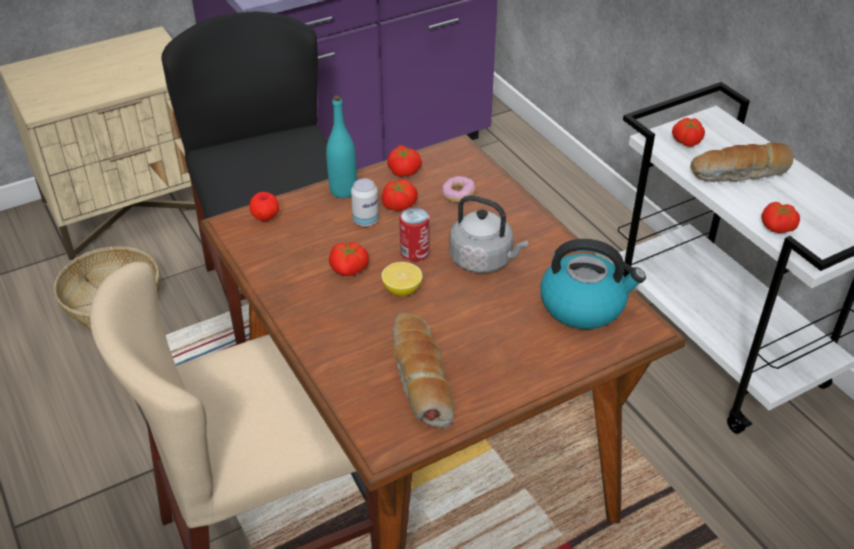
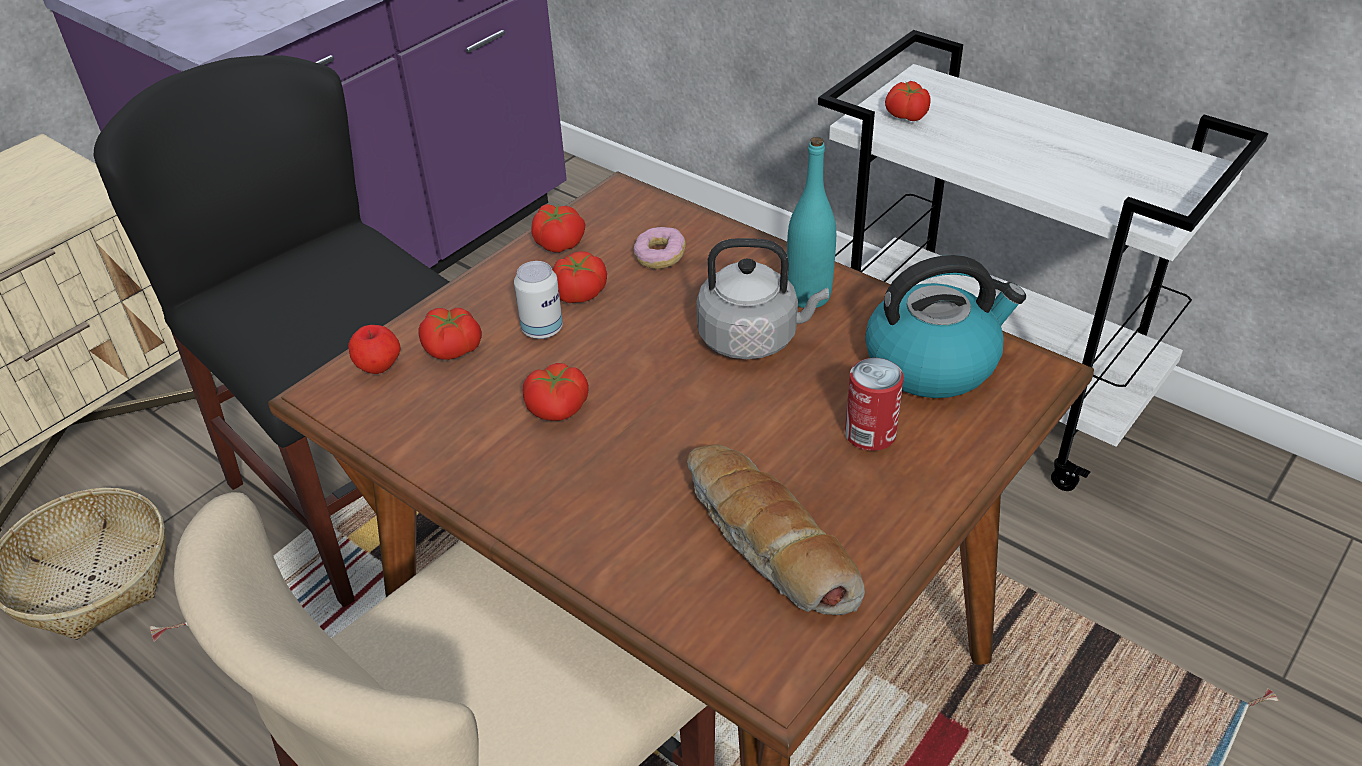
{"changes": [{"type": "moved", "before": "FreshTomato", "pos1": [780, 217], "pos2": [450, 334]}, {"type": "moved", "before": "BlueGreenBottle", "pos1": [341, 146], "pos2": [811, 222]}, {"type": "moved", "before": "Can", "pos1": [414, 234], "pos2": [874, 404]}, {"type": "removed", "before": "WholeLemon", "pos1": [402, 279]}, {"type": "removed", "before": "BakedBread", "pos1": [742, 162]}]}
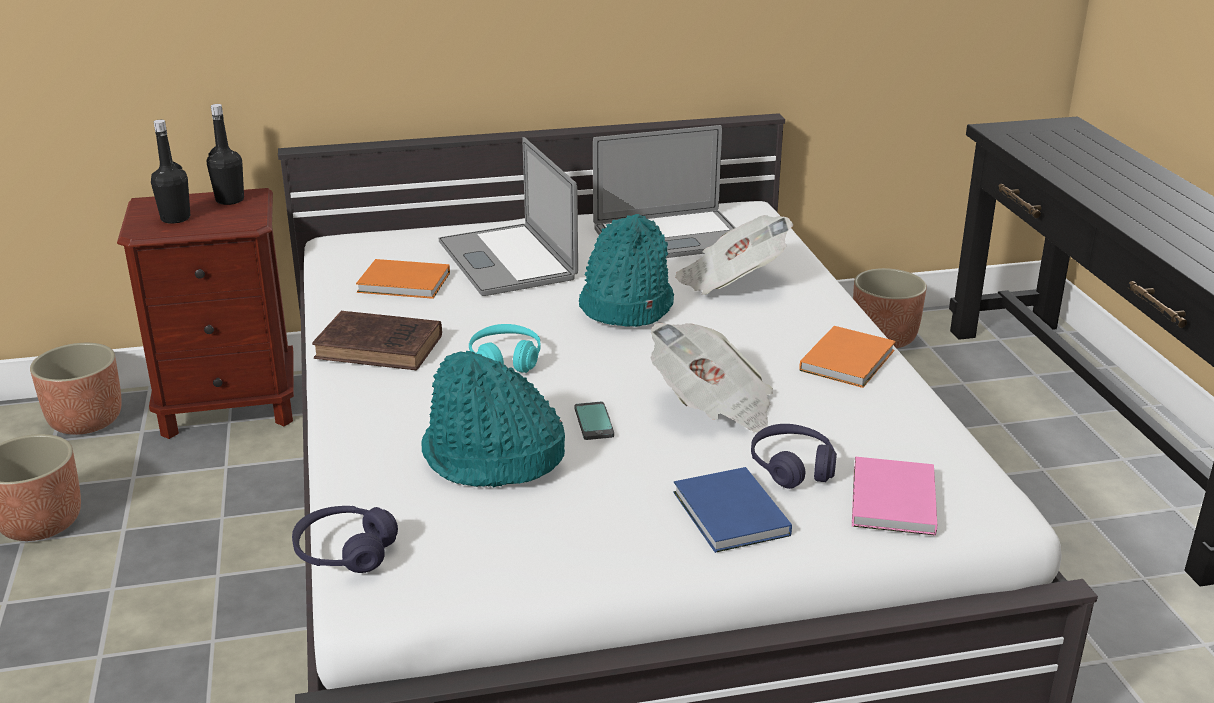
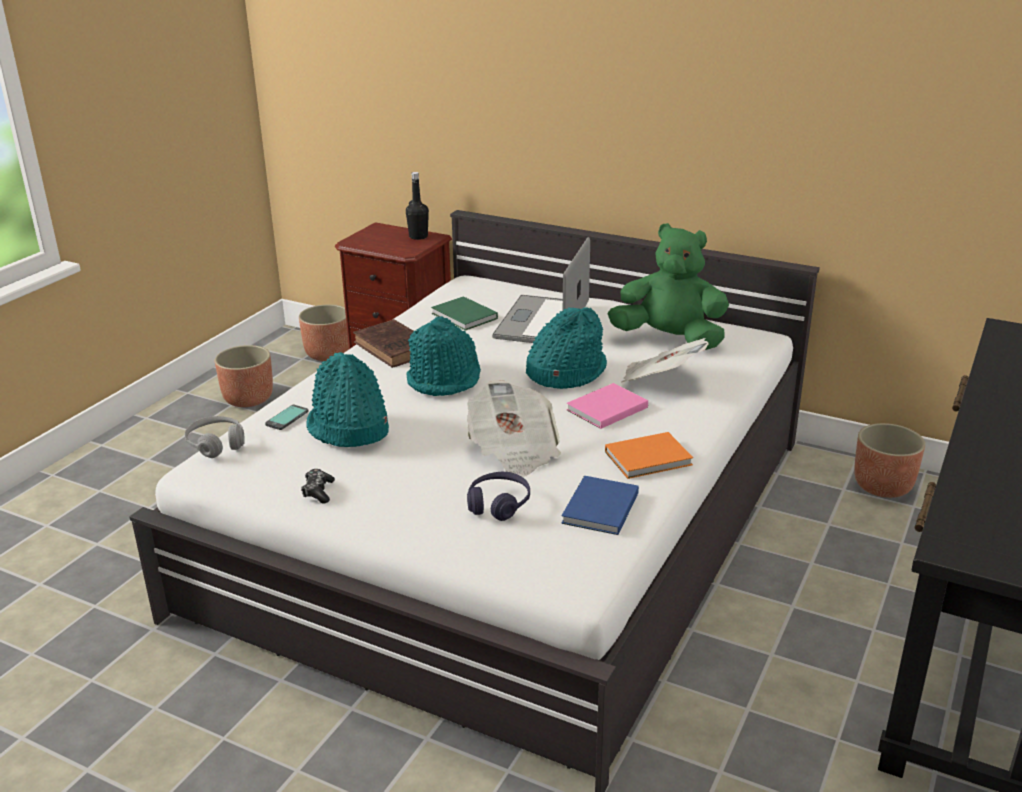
{"changes": [{"type": "recoloured", "before": "PurplishPairOfHeadphones", "after": "GreyPairOfHeadphones", "pos1": [345, 539], "pos2": [215, 437]}, {"type": "moved", "before": "Telephone", "pos1": [594, 421], "pos2": [287, 417]}, {"type": "added", "after": "Gamepad", "pos2": [318, 486]}, {"type": "replaced", "before": "BlueGreenPairOfHeadphones", "after": "BlueGreenWearableHat", "pos1": [504, 348], "pos2": [443, 356]}, {"type": "recoloured", "before": "OrangeVolume", "after": "GreenColouredVolume", "pos1": [403, 279], "pos2": [464, 313]}, {"type": "moved", "before": "BlueColouredVolume", "pos1": [732, 510], "pos2": [600, 505]}, {"type": "moved", "before": "PinkVolume", "pos1": [894, 496], "pos2": [607, 406]}, {"type": "replaced", "before": "Laptop", "after": "GreenColouredPlushToy", "pos1": [664, 191], "pos2": [668, 286]}, {"type": "removed", "before": "BlackBottle", "pos1": [170, 172]}]}
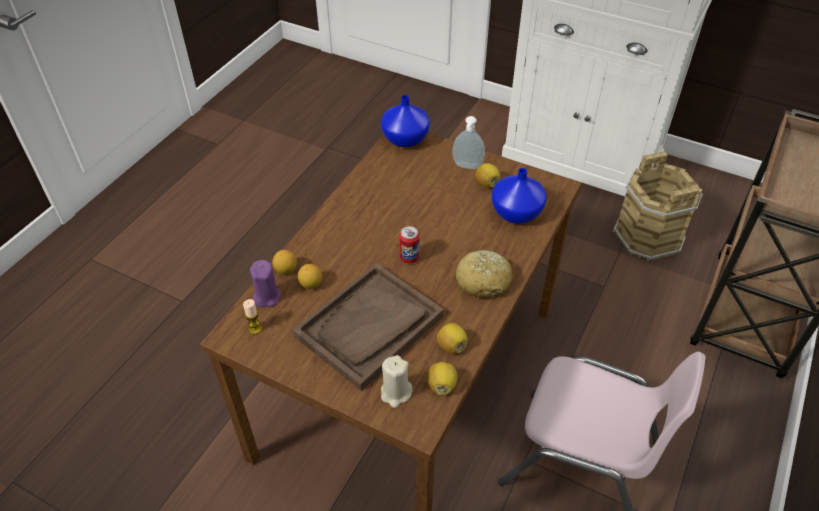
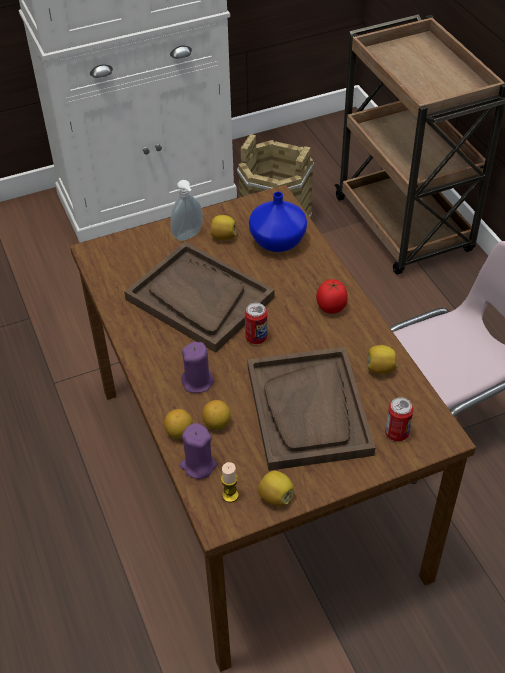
{"changes": [{"type": "added", "after": "BrownColouredTray", "pos2": [199, 297]}, {"type": "added", "after": "PurplishWaxCandle", "pos2": [197, 367]}, {"type": "moved", "before": "WholeLemon", "pos1": [442, 378], "pos2": [276, 488]}, {"type": "replaced", "before": "BakedBread", "after": "FreshTomato", "pos1": [484, 274], "pos2": [332, 296]}, {"type": "replaced", "before": "SandColouredWaxCandle", "after": "Can", "pos1": [396, 381], "pos2": [399, 419]}, {"type": "removed", "before": "BlueColouredFlowerVase", "pos1": [405, 121]}]}
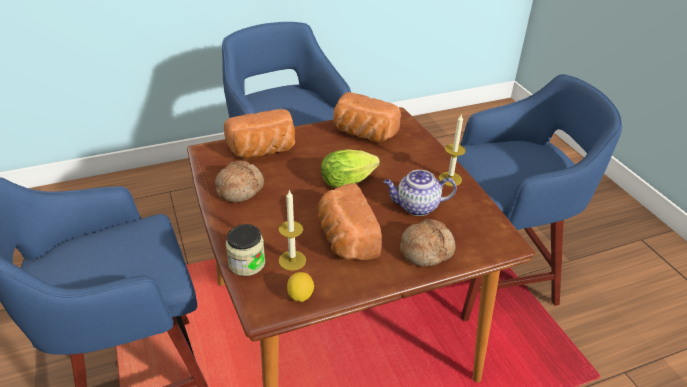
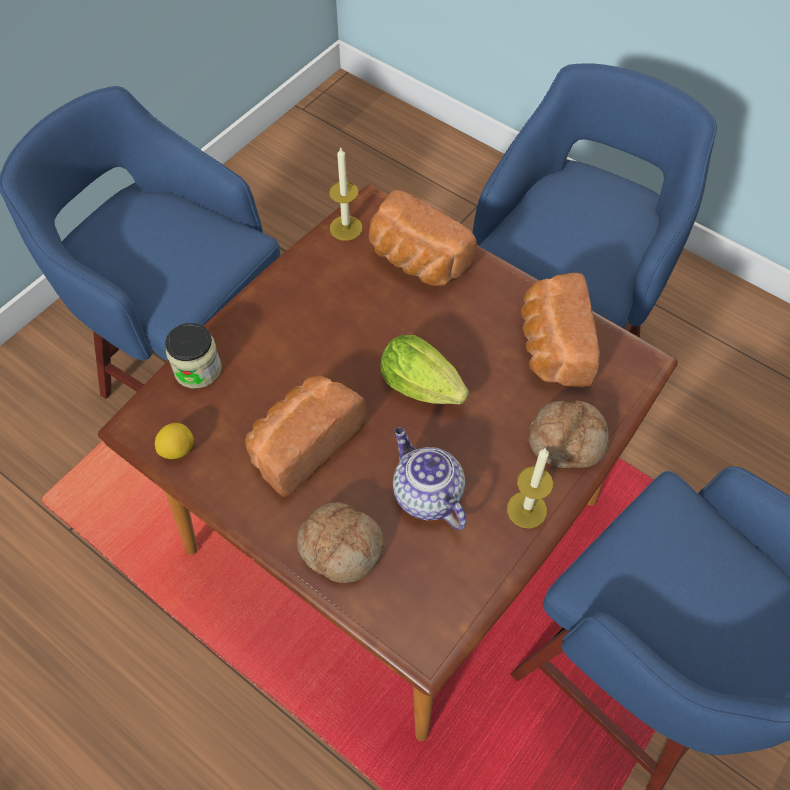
{"changes": [{"type": "moved", "before": "WaxCandle", "pos1": [292, 231], "pos2": [346, 194]}, {"type": "moved", "before": "BakedBread", "pos1": [239, 182], "pos2": [569, 434]}]}
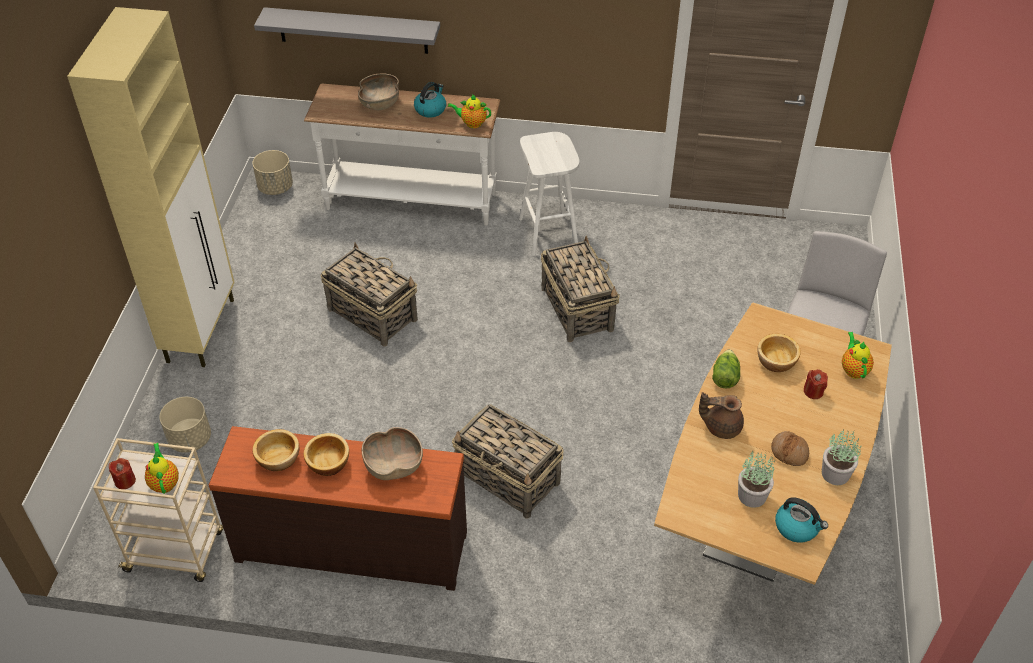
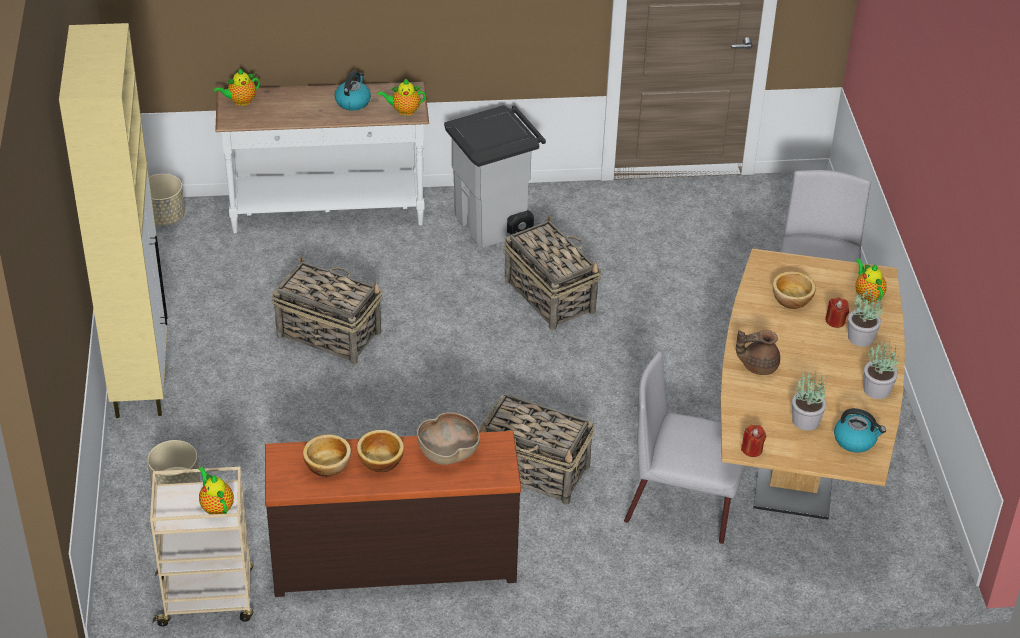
{"changes": [{"type": "added", "after": "Teapot", "pos2": [237, 87]}, {"type": "replaced", "before": "WhitishSittingStool", "after": "GreyTrashCan", "pos1": [549, 194], "pos2": [495, 176]}, {"type": "added", "after": "GreyUprightChair", "pos2": [684, 447]}, {"type": "moved", "before": "RedWaxCandle", "pos1": [122, 473], "pos2": [753, 441]}, {"type": "added", "after": "PottedPlant", "pos2": [865, 318]}, {"type": "removed", "before": "GreyShelf", "pos1": [347, 30]}, {"type": "removed", "before": "BrownColouredBowl", "pos1": [378, 91]}, {"type": "removed", "before": "Lettuce", "pos1": [726, 368]}, {"type": "removed", "before": "BakedBread", "pos1": [790, 448]}]}
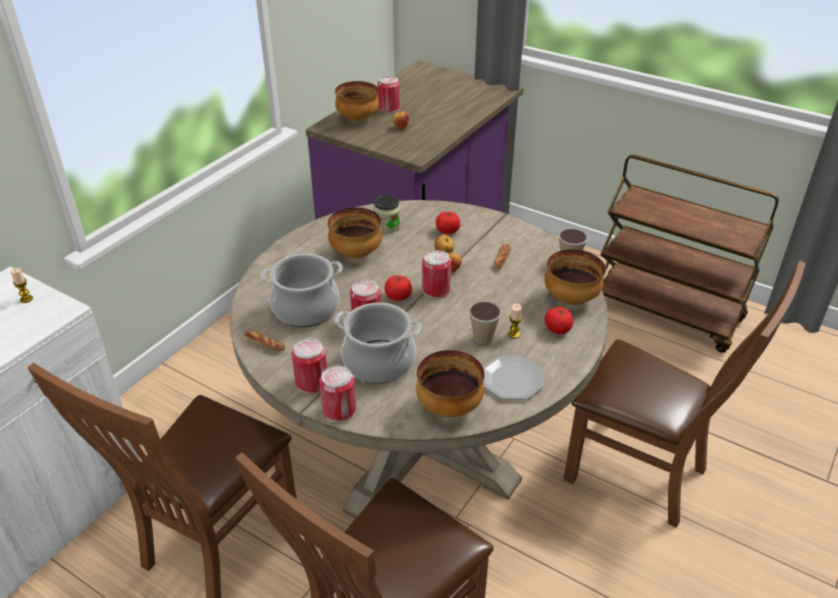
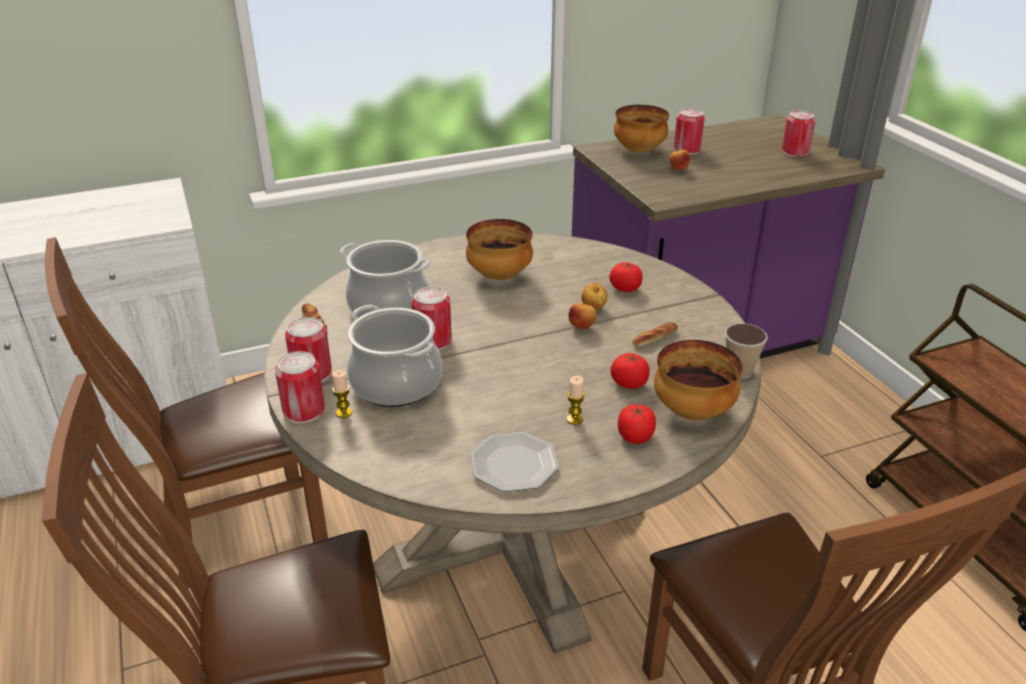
{"changes": [{"type": "moved", "before": "WaxCandle", "pos1": [21, 285], "pos2": [342, 394]}, {"type": "moved", "before": "FreshTomato", "pos1": [398, 288], "pos2": [630, 371]}, {"type": "moved", "before": "Can", "pos1": [436, 274], "pos2": [799, 133]}, {"type": "removed", "before": "PreserveJar", "pos1": [387, 214]}, {"type": "removed", "before": "Bowl", "pos1": [450, 383]}, {"type": "removed", "before": "SmallCup", "pos1": [485, 322]}]}
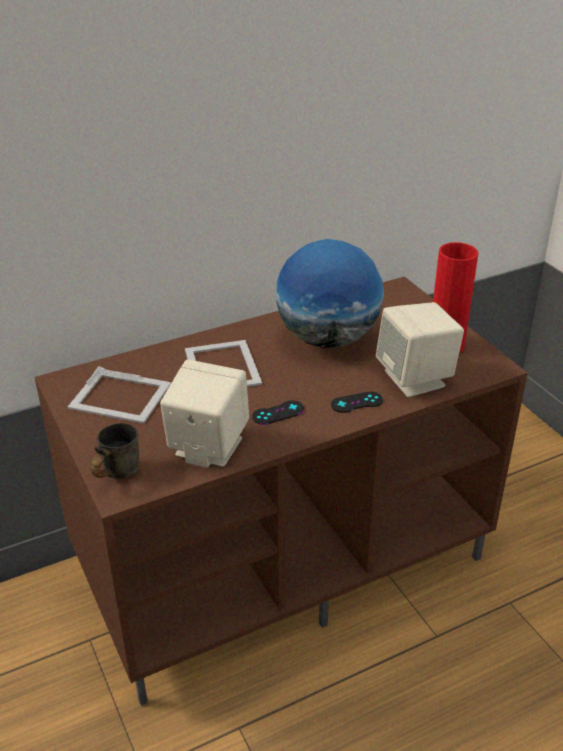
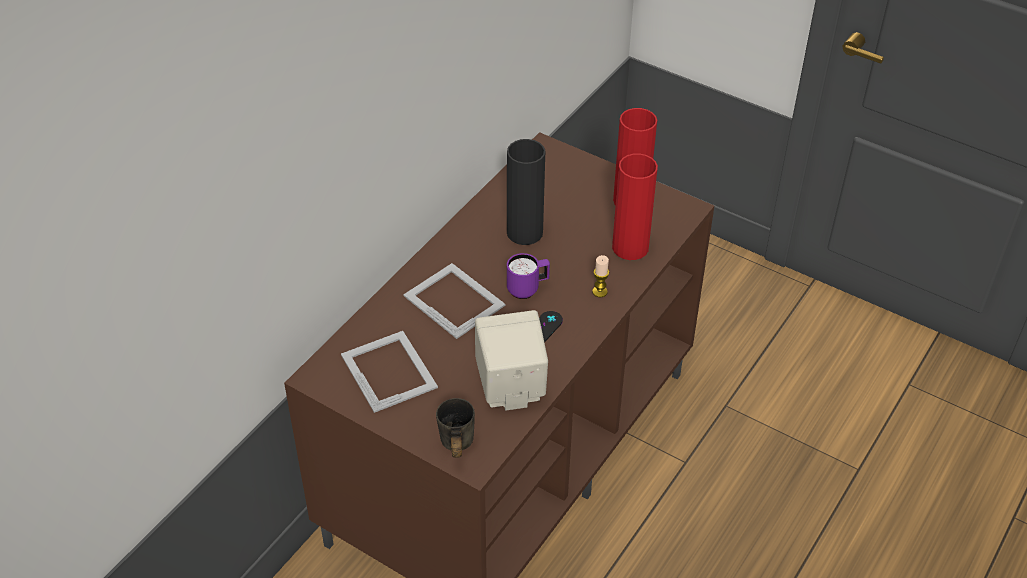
{"changes": [{"type": "turned", "before": "StandingFrame", "pos1": [119, 395], "pos2": [389, 372], "turn": -105}, {"type": "replaced", "before": "Globe", "after": "BlackFlowerVase", "pos1": [330, 293], "pos2": [526, 192]}, {"type": "added", "after": "PurplishTeaMug", "pos2": [528, 276]}, {"type": "replaced", "before": "BlackGamepad", "after": "WaxCandle", "pos1": [357, 402], "pos2": [600, 276]}, {"type": "replaced", "before": "SandColouredLoudspeaker", "after": "RedFlowerVase", "pos1": [420, 349], "pos2": [635, 207]}]}
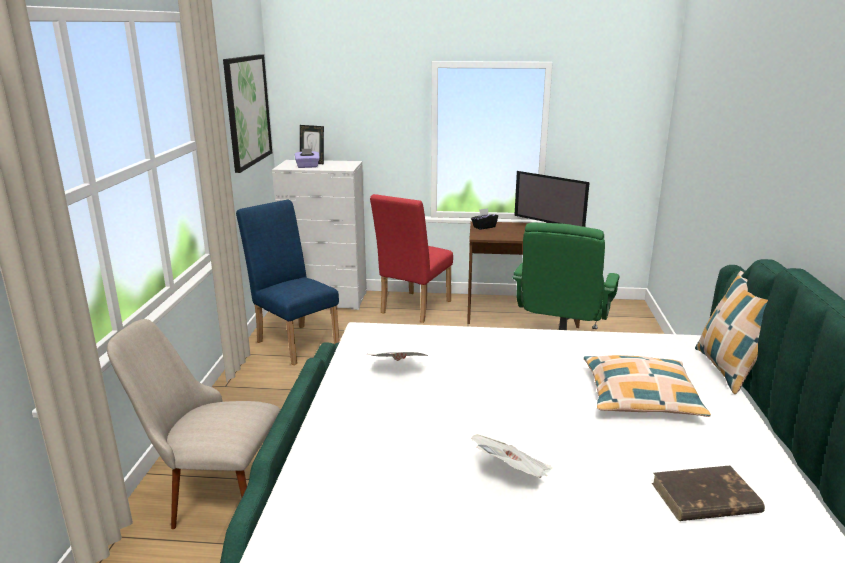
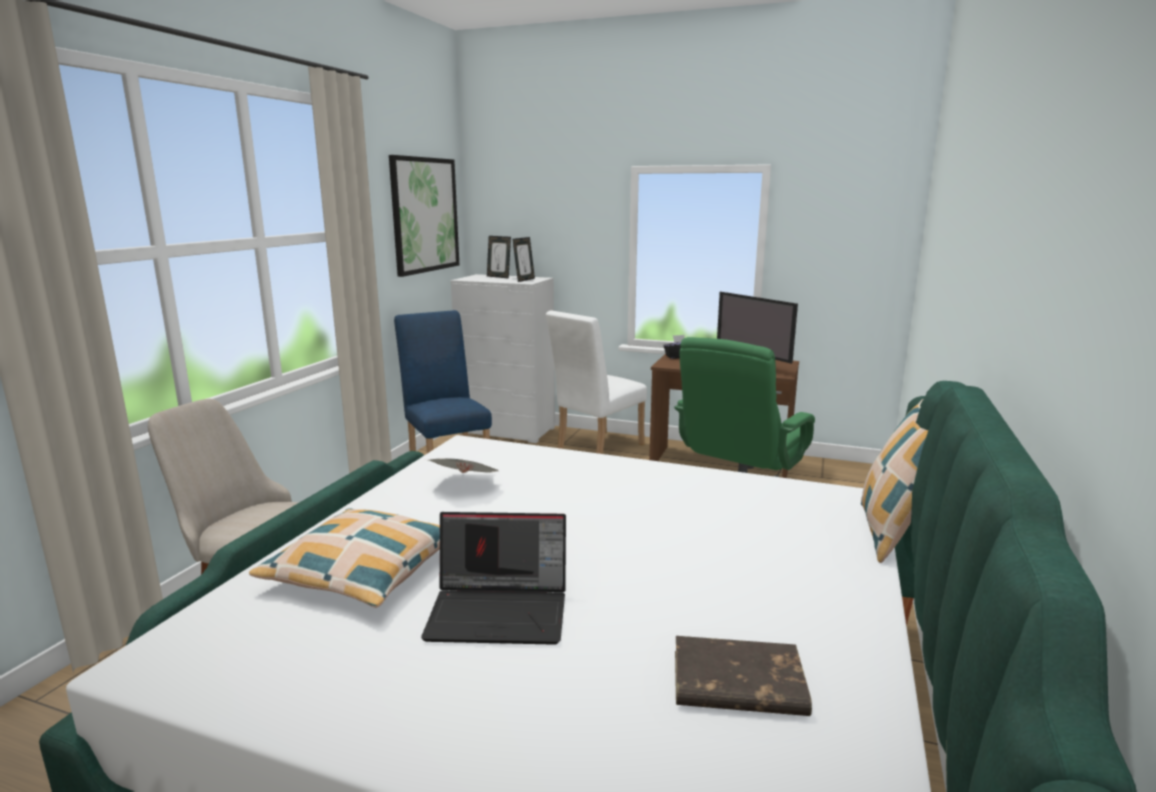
{"changes": [{"type": "moved", "before": "ThrowPillow", "pos1": [647, 386], "pos2": [344, 558]}, {"type": "replaced", "before": "DailyPaper", "after": "Laptop", "pos1": [512, 456], "pos2": [493, 578]}, {"type": "added", "after": "StandingFrame", "pos2": [524, 259]}, {"type": "recoloured", "before": "RedUprightChair", "after": "WhitishUprightChair", "pos1": [411, 258], "pos2": [596, 382]}, {"type": "removed", "before": "PurplishTissueBox", "pos1": [307, 158]}]}
